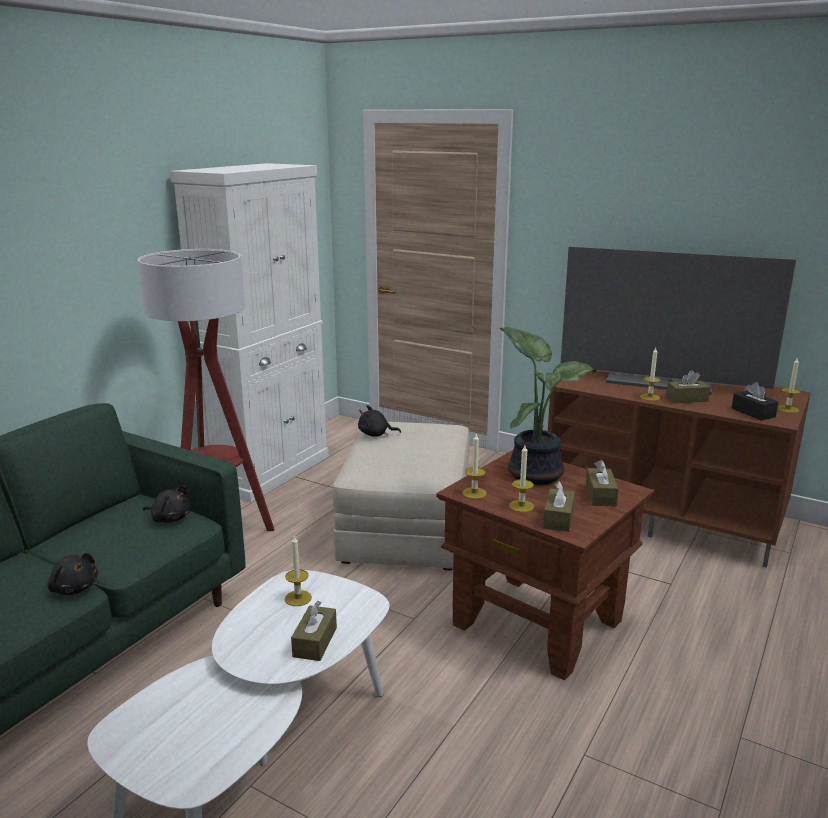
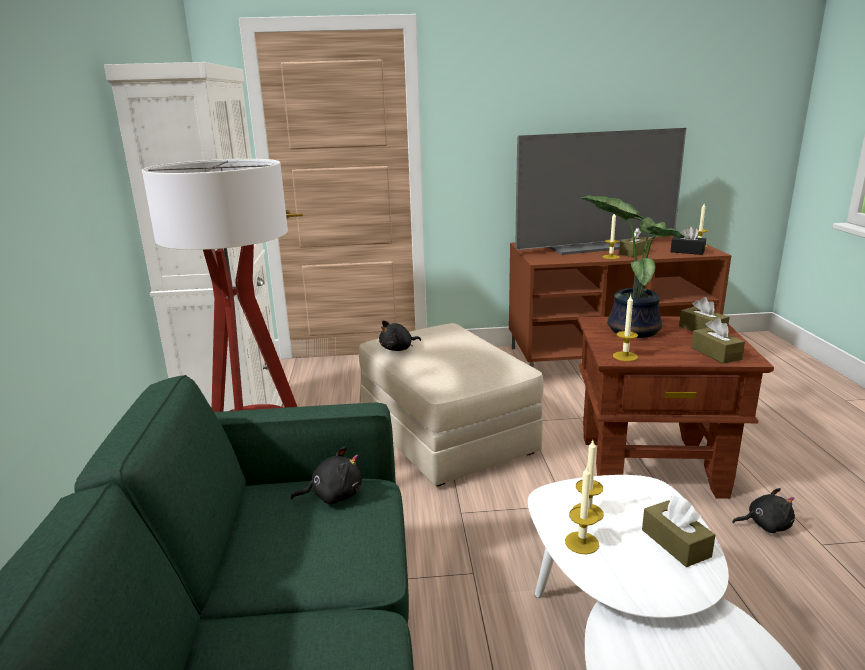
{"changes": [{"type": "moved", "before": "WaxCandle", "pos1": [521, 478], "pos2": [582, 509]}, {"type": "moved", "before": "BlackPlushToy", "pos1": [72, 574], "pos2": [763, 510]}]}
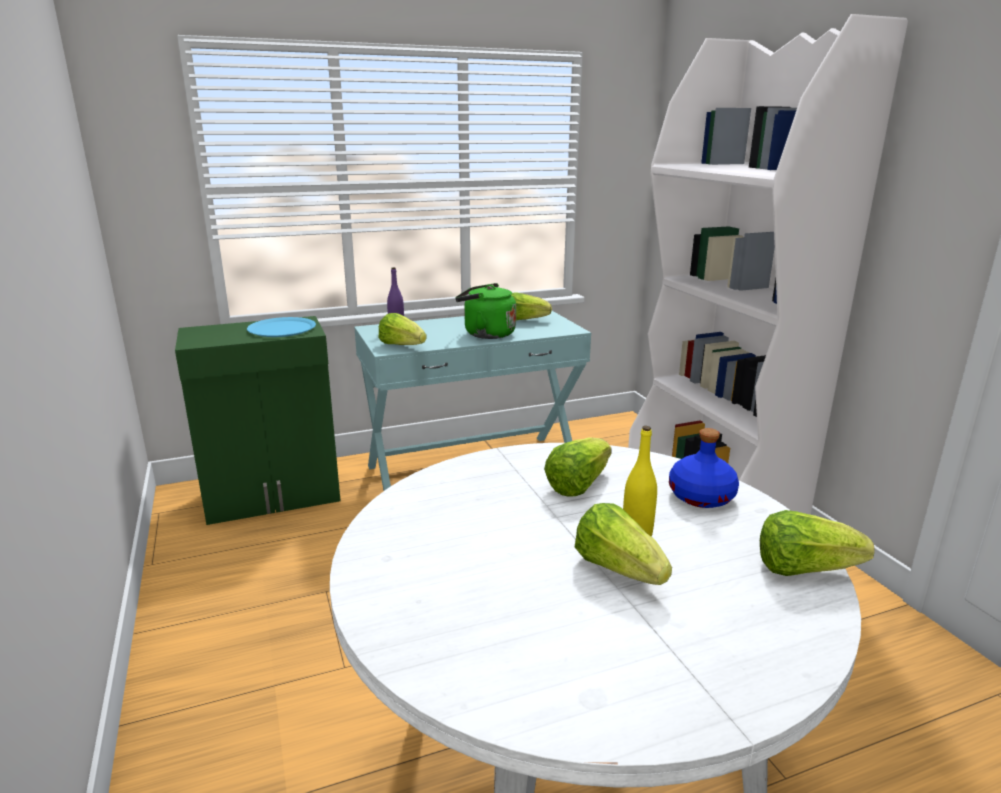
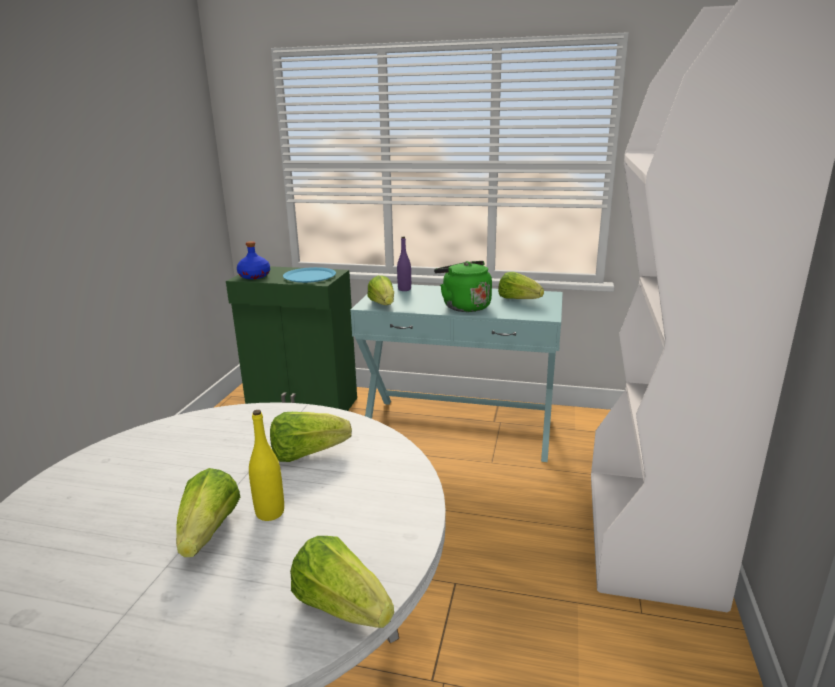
{"changes": [{"type": "moved", "before": "BlueColouredBottle", "pos1": [704, 468], "pos2": [253, 260]}]}
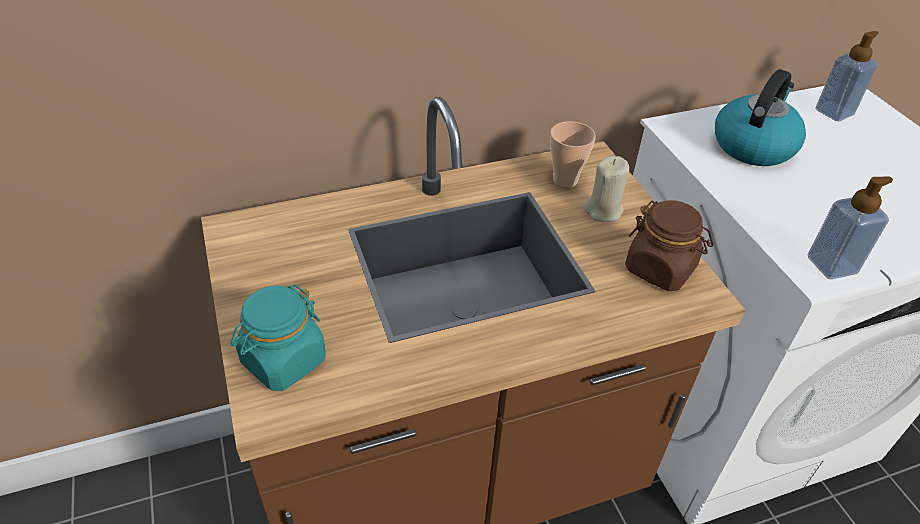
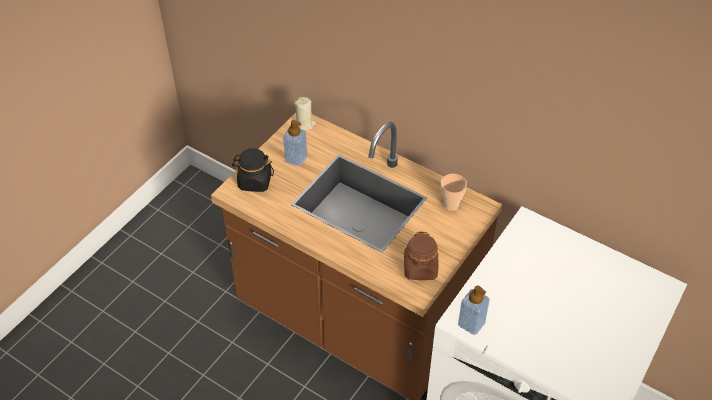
{"changes": [{"type": "recoloured", "before": "BlueGreenPreserveJar", "after": "BlackPreserveJar", "pos1": [278, 337], "pos2": [253, 170]}, {"type": "moved", "before": "SoapDispenser", "pos1": [847, 76], "pos2": [295, 143]}, {"type": "moved", "before": "SandColouredWaxCandle", "pos1": [606, 189], "pos2": [305, 113]}, {"type": "removed", "before": "WaterKettle", "pos1": [760, 117]}]}
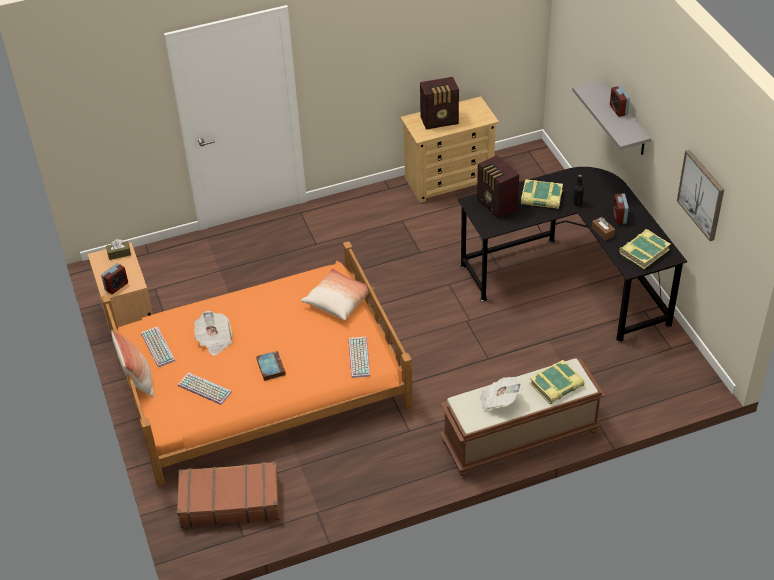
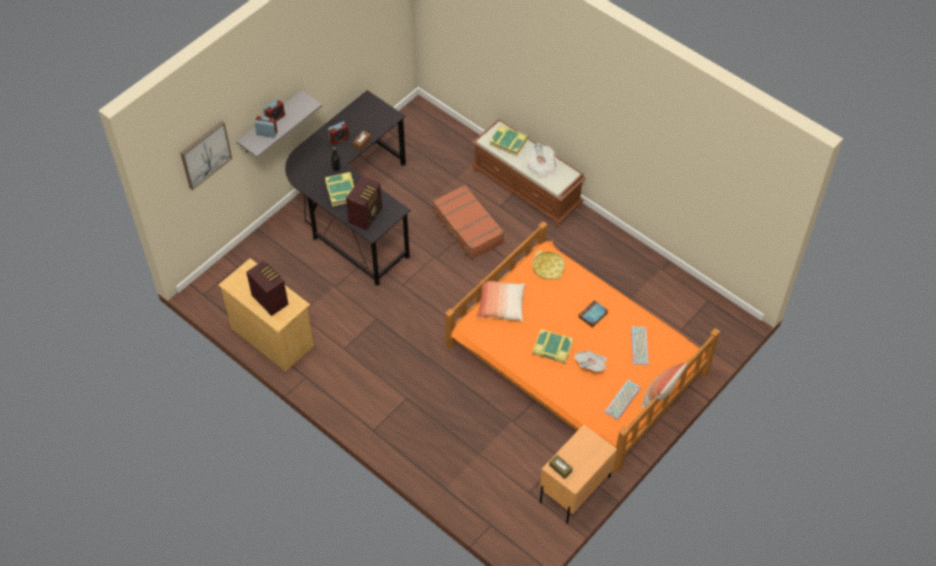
{"changes": [{"type": "moved", "before": "Picture", "pos1": [700, 195], "pos2": [206, 155]}, {"type": "moved", "before": "AlarmClock", "pos1": [114, 278], "pos2": [265, 127]}, {"type": "moved", "before": "BrownColouredSuitcase", "pos1": [228, 495], "pos2": [468, 222]}, {"type": "replaced", "before": "PcKeyboard", "after": "YellowishTray", "pos1": [359, 357], "pos2": [548, 265]}, {"type": "moved", "before": "Volume", "pos1": [645, 249], "pos2": [552, 346]}]}
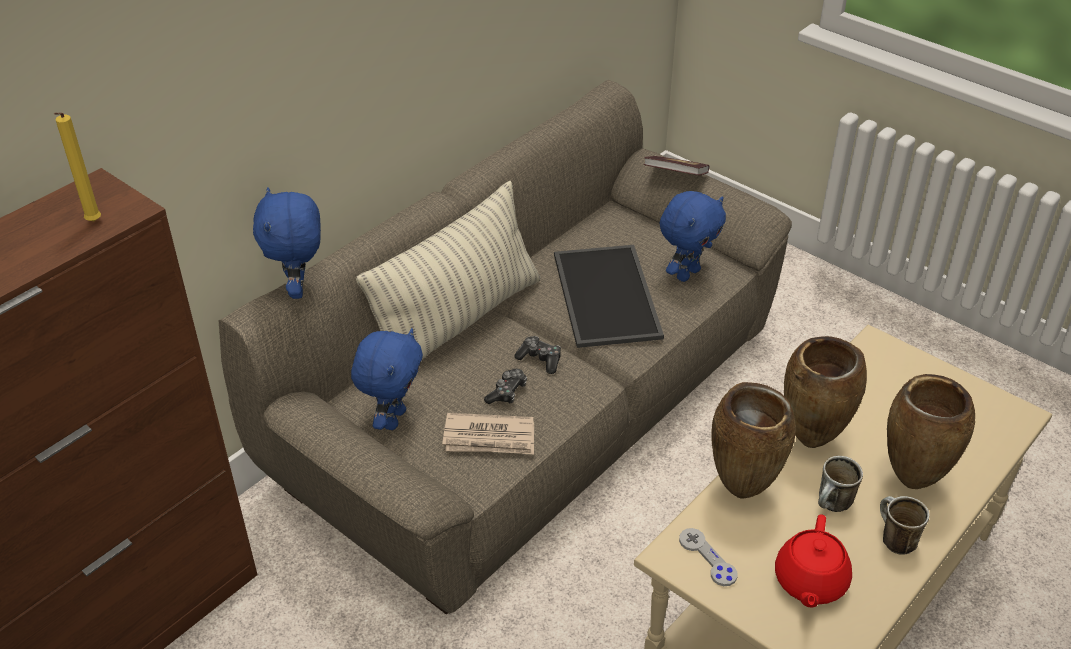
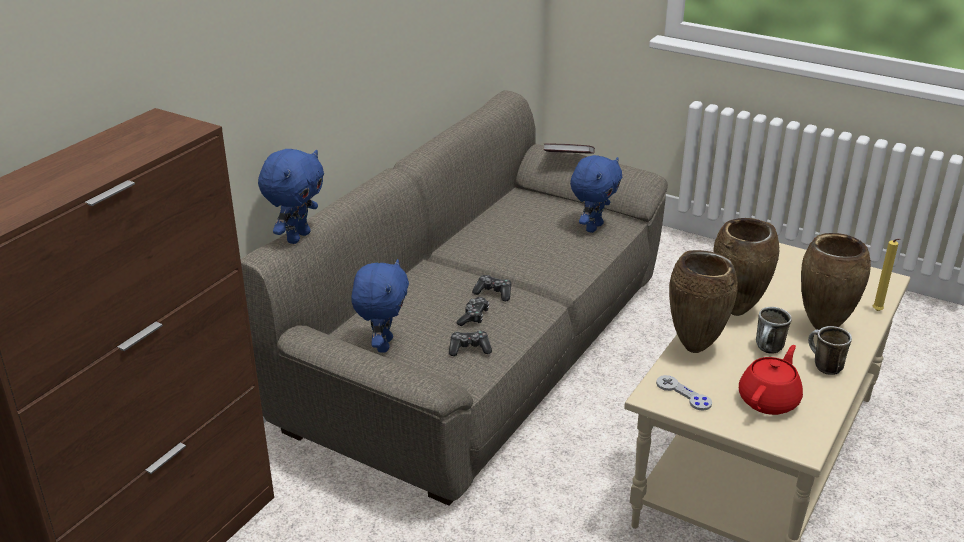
{"changes": [{"type": "turned", "before": "BlueColouredPlushToy", "pos1": [287, 243], "pos2": [291, 196], "turn": -135}, {"type": "replaced", "before": "DailyPaper", "after": "Gamepad", "pos1": [488, 433], "pos2": [470, 343]}, {"type": "turned", "before": "RedTeapot", "pos1": [813, 561], "pos2": [771, 380], "turn": -150}, {"type": "moved", "before": "YellowishWaxCandle", "pos1": [77, 166], "pos2": [886, 275]}, {"type": "removed", "before": "ThrowPillow", "pos1": [448, 270]}, {"type": "removed", "before": "Tray", "pos1": [609, 296]}]}
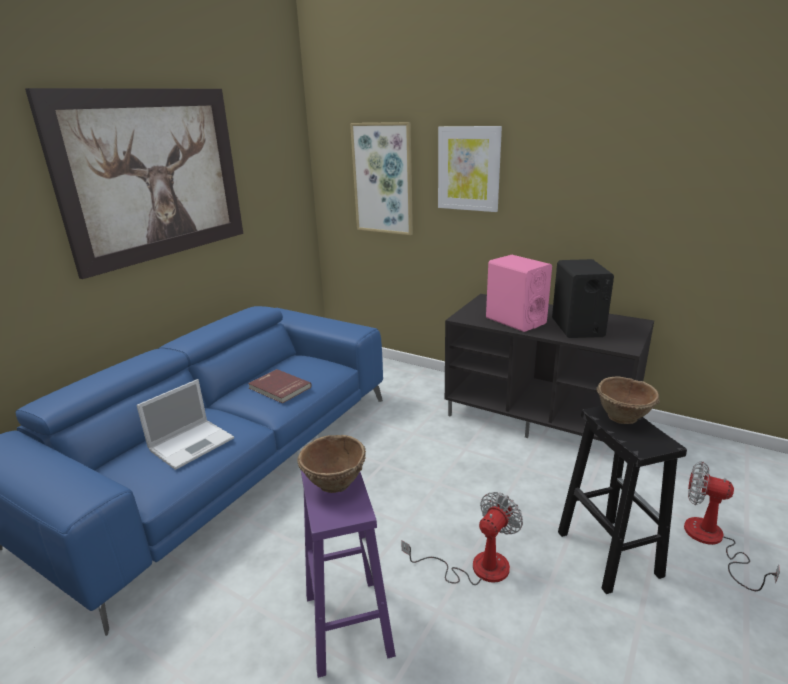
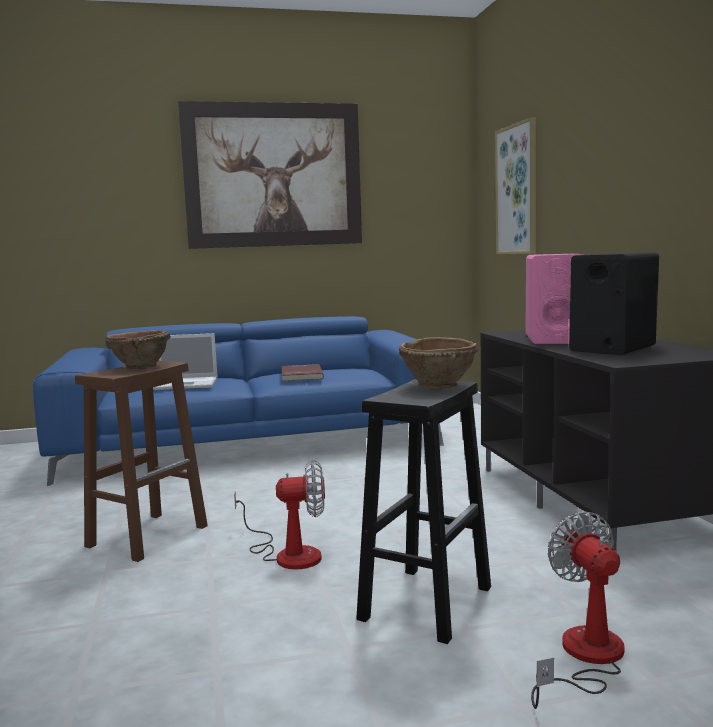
{"changes": [{"type": "recoloured", "before": "PurplishSittingStool", "after": "BrownColouredSittingStool", "pos1": [348, 574], "pos2": [141, 461]}, {"type": "removed", "before": "Picture", "pos1": [470, 169]}]}
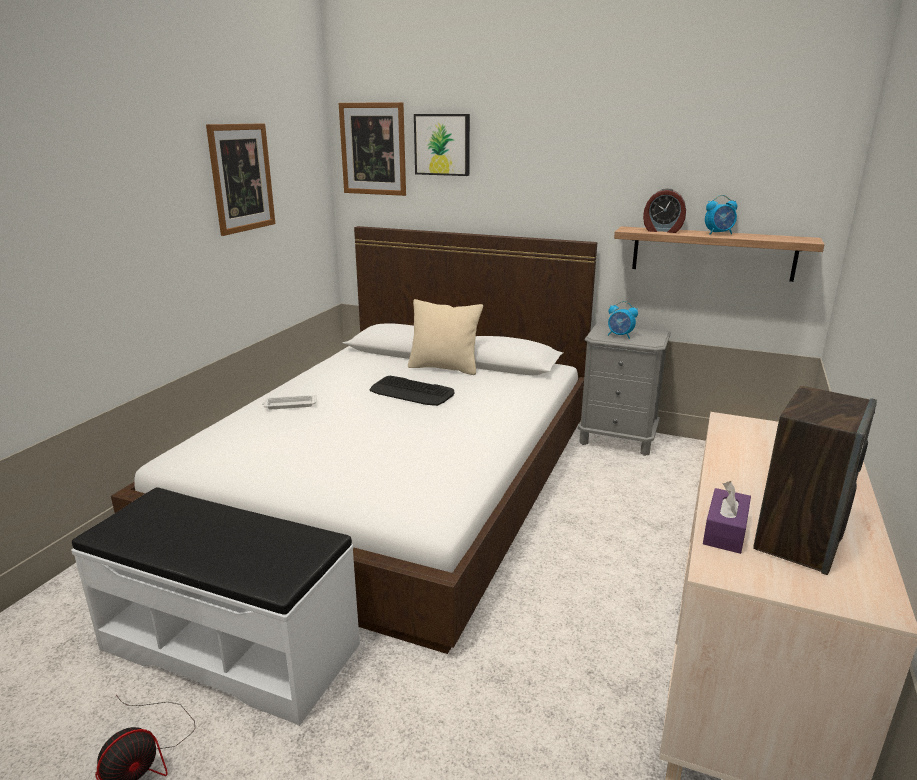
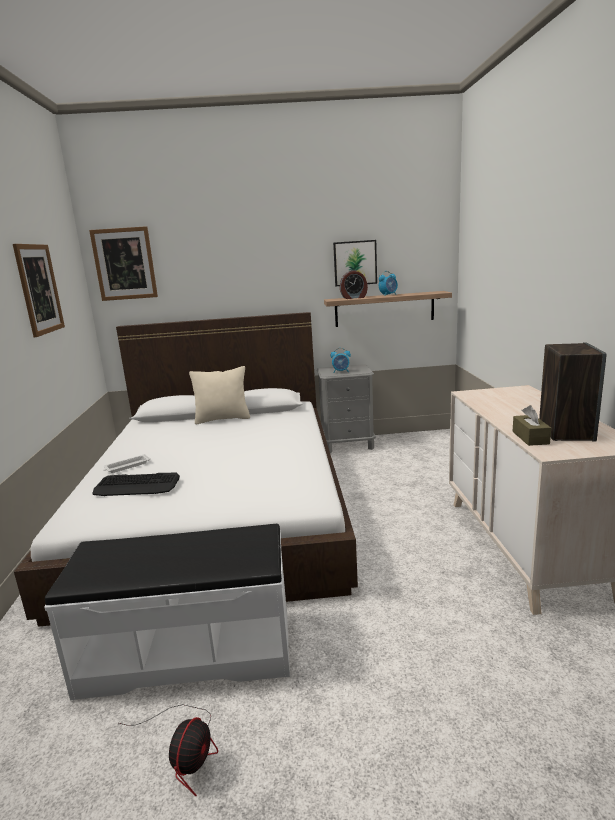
{"changes": [{"type": "moved", "before": "PcKeyboard", "pos1": [411, 391], "pos2": [136, 484]}, {"type": "moved", "before": "Picture", "pos1": [442, 145], "pos2": [355, 263]}, {"type": "recoloured", "before": "PurplishTissueBox", "after": "BrownColouredTissueBox", "pos1": [727, 517], "pos2": [531, 425]}]}
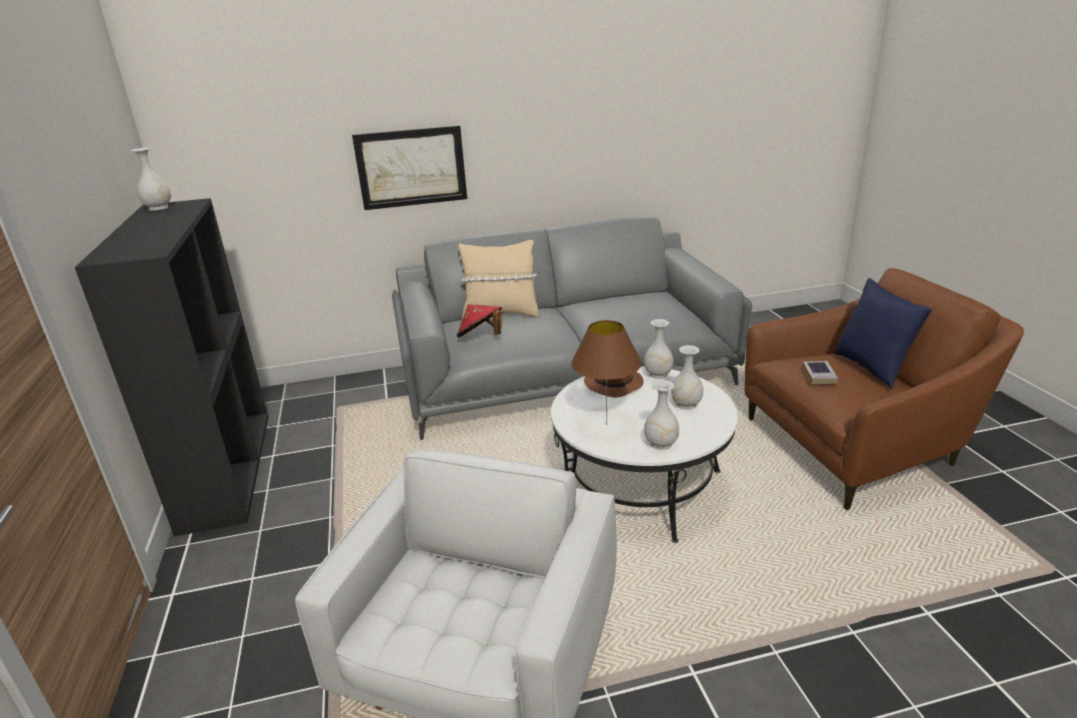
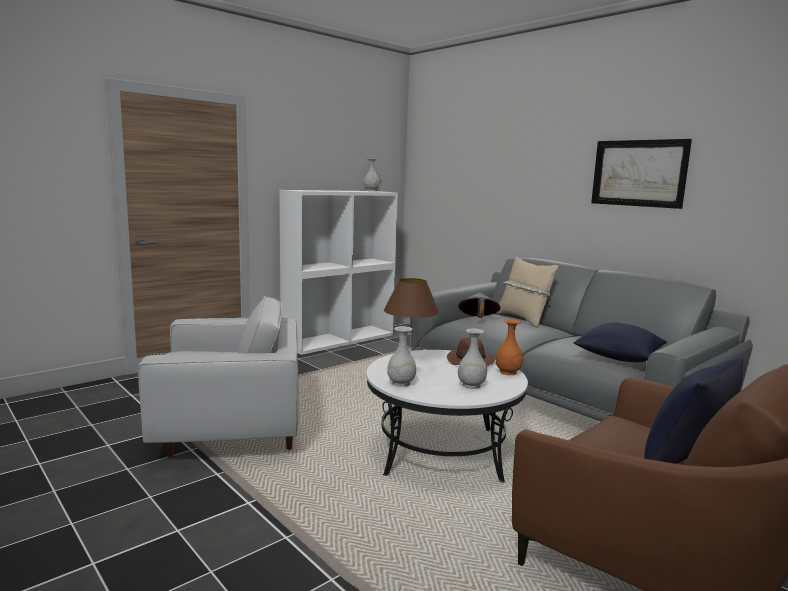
{"changes": [{"type": "recoloured", "before": "BlackBookcase", "after": "WhitishBookcase", "pos1": [172, 367], "pos2": [338, 272]}, {"type": "recoloured", "before": "RedWearableHat", "after": "GreyWearableHat", "pos1": [479, 320], "pos2": [479, 305]}, {"type": "recoloured", "before": "WhitishFlowerVase", "after": "OrangeFlowerVase", "pos1": [659, 349], "pos2": [509, 347]}, {"type": "added", "after": "BlueColouredThrowPillow", "pos2": [620, 342]}, {"type": "moved", "before": "Picture", "pos1": [409, 167], "pos2": [641, 174]}, {"type": "removed", "before": "Volume", "pos1": [820, 372]}]}
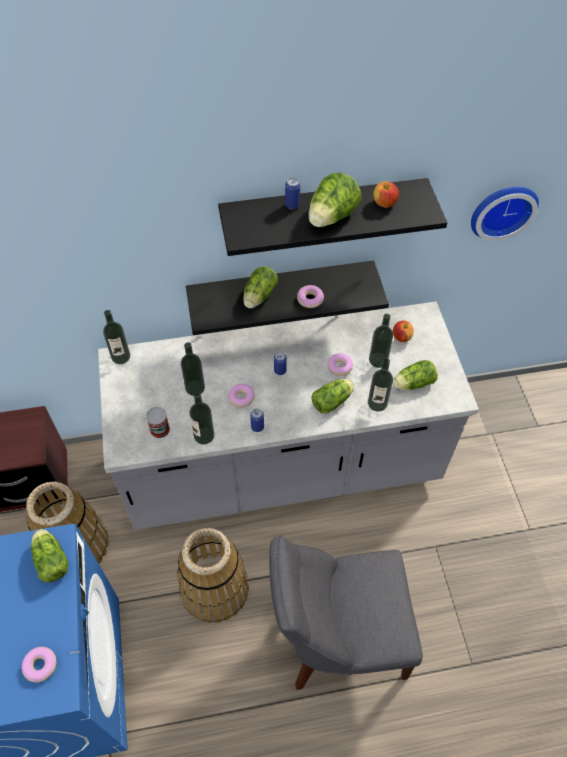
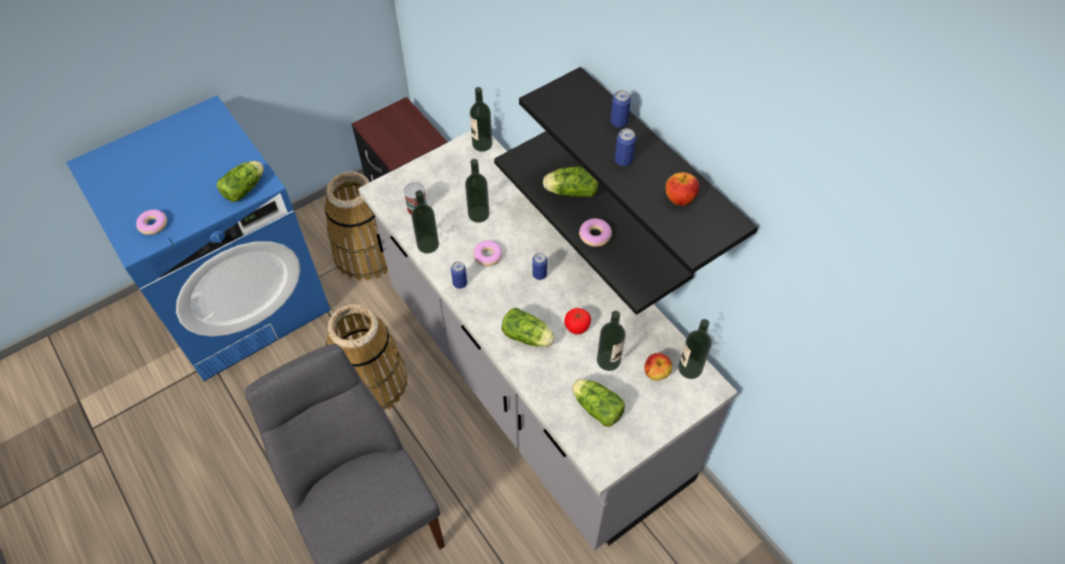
{"changes": [{"type": "replaced", "before": "RingDoughnut", "after": "FreshTomato", "pos1": [340, 364], "pos2": [577, 321]}, {"type": "replaced", "before": "Lettuce", "after": "Can", "pos1": [334, 200], "pos2": [625, 147]}, {"type": "moved", "before": "Bottle", "pos1": [380, 384], "pos2": [694, 349]}, {"type": "removed", "before": "HangingClock", "pos1": [505, 214]}]}
